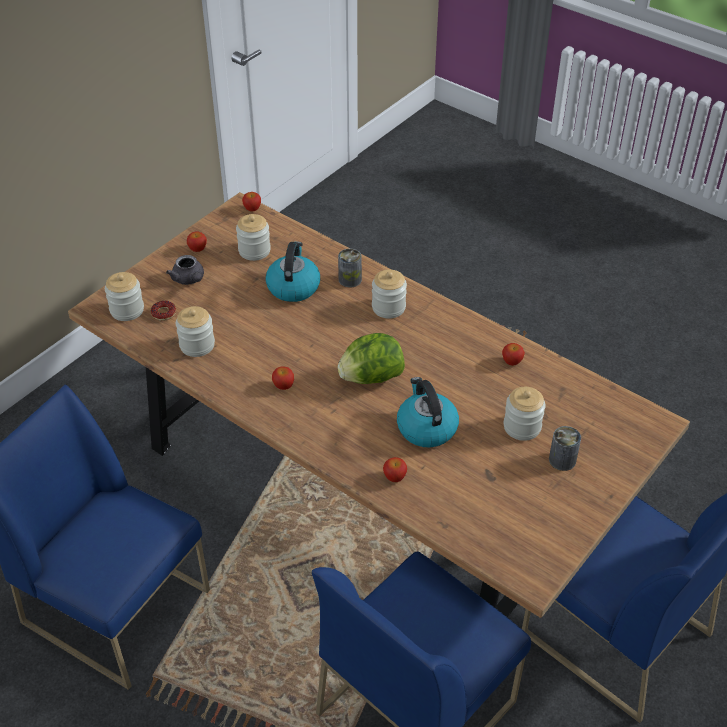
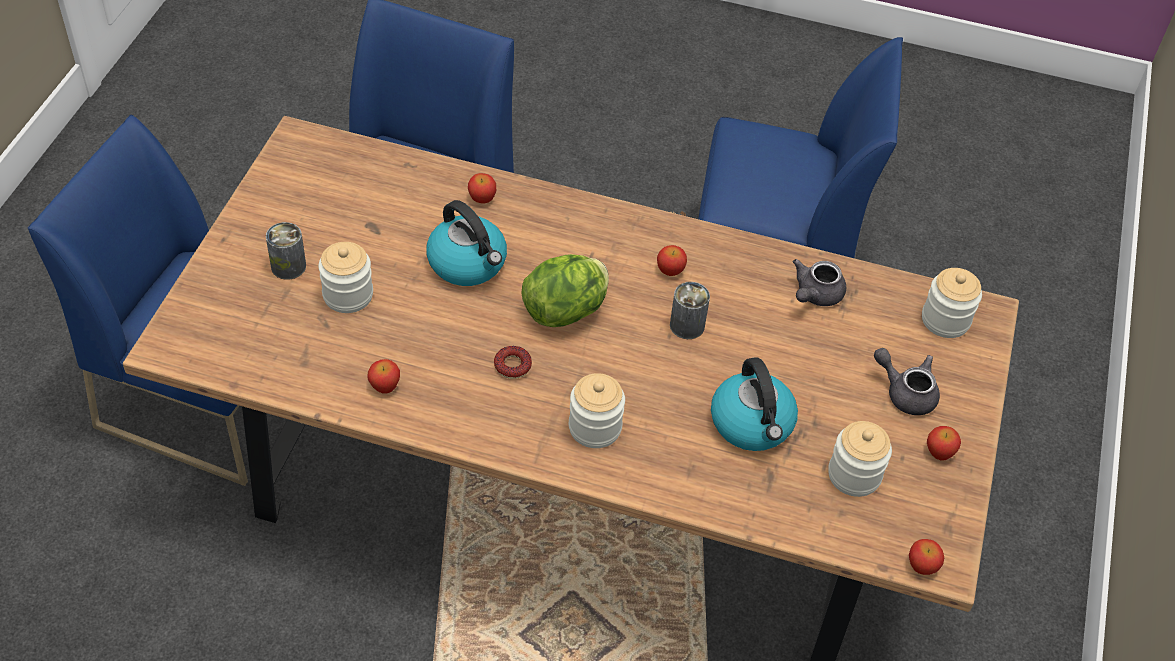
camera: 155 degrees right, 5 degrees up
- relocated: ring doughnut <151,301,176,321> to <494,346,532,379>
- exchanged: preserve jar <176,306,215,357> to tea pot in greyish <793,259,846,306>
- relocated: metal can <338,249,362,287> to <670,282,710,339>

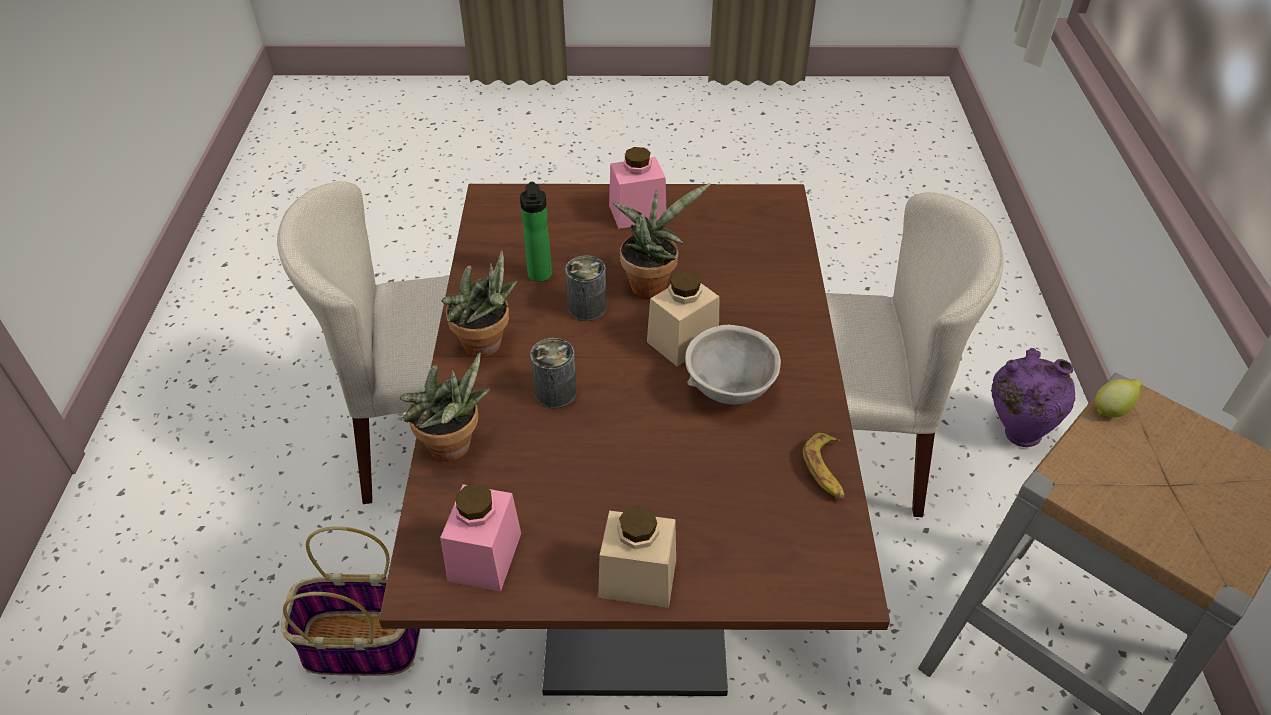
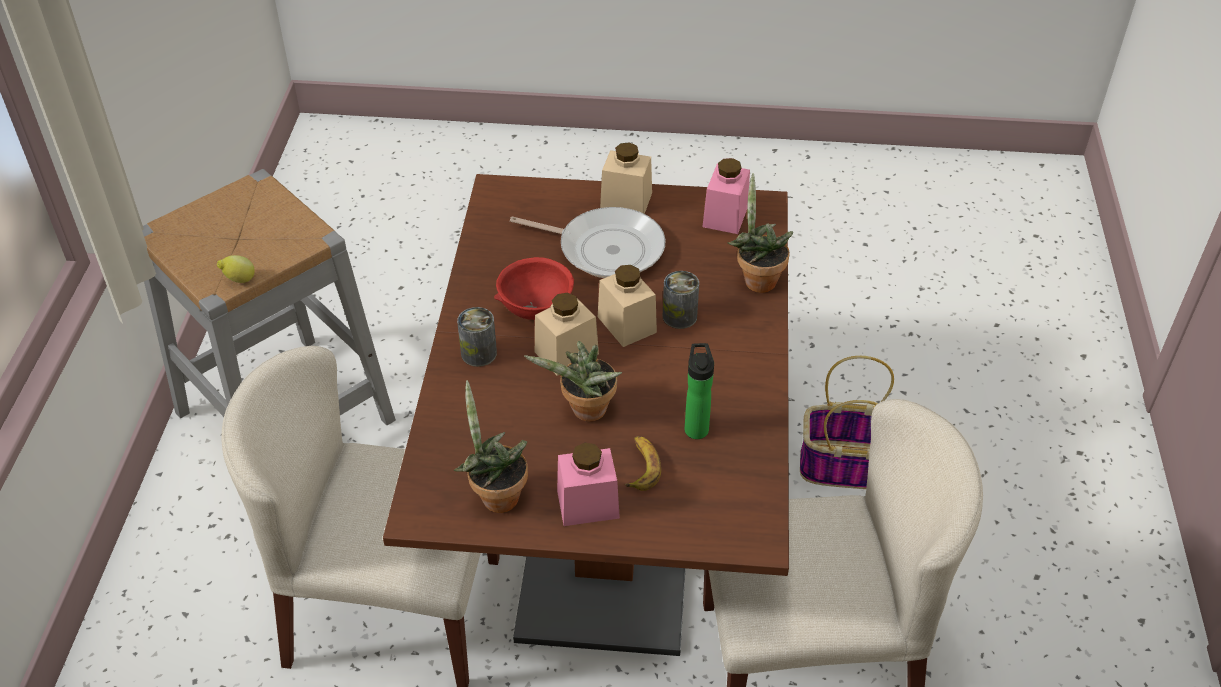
camera: 175 degrees left, 0 degrees up
- relocated: houseplant <441,250,517,358> to <454,380,528,513>
- relocated: metal can <565,256,607,321> to <457,307,497,367>
- colour: serving bowl in greyish <685,325,781,405> to serving bowl in red-coloured <494,257,574,320>
- relocated: banana fruit <803,433,845,499> to <625,436,661,491>
- missing: decorative vase in purple-coloured <991,348,1075,447>
- appeared: frying pan <510,207,665,278>
- appeared: preserve jar in beige <598,265,657,347>

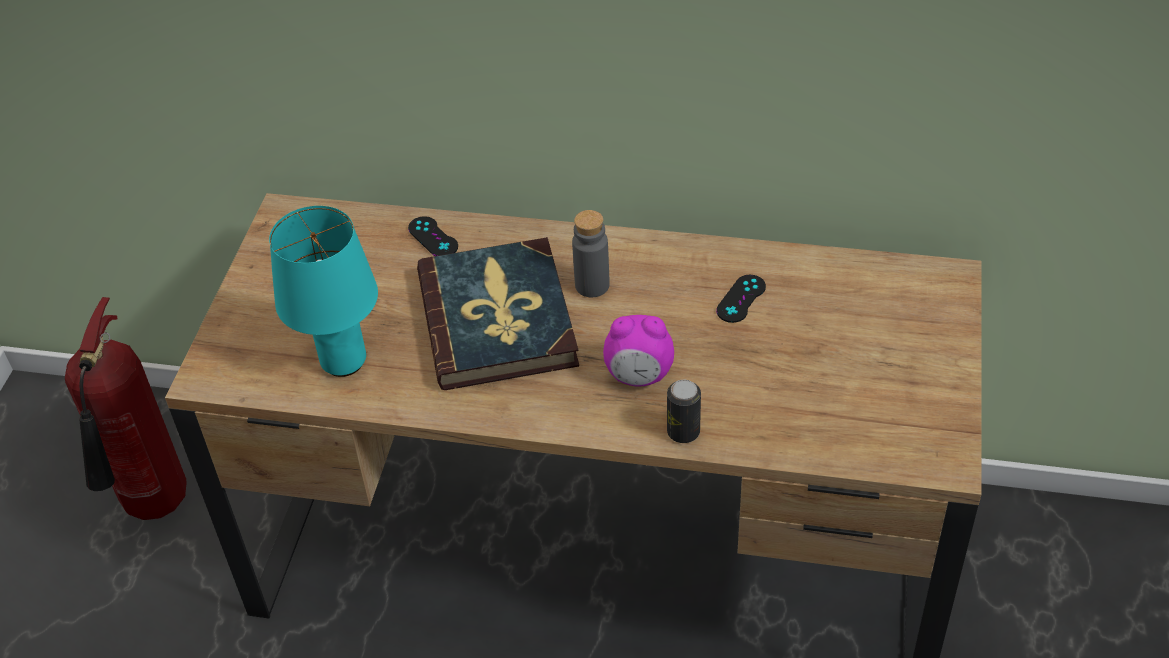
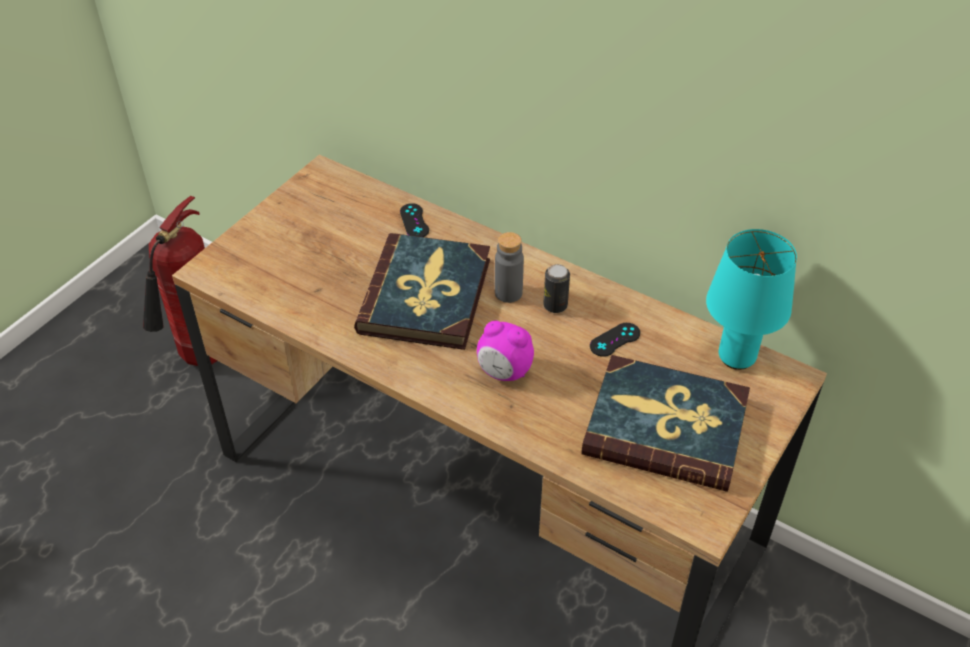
camera: 20 degrees right, 0 degrees up
- relocated: lamp for a table in turquoise-coloured <269,206,378,377> to <706,229,797,370>
- relocated: metal can <667,380,701,443> to <543,264,570,313>
- appeared: volume <581,355,750,492>

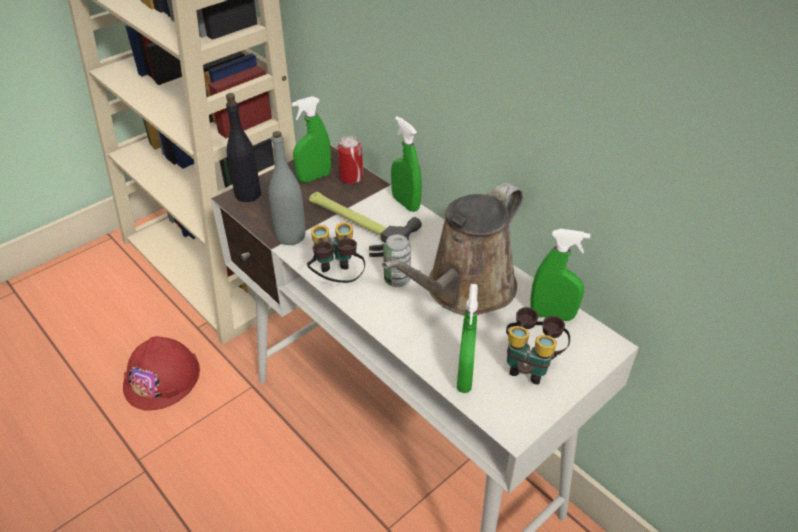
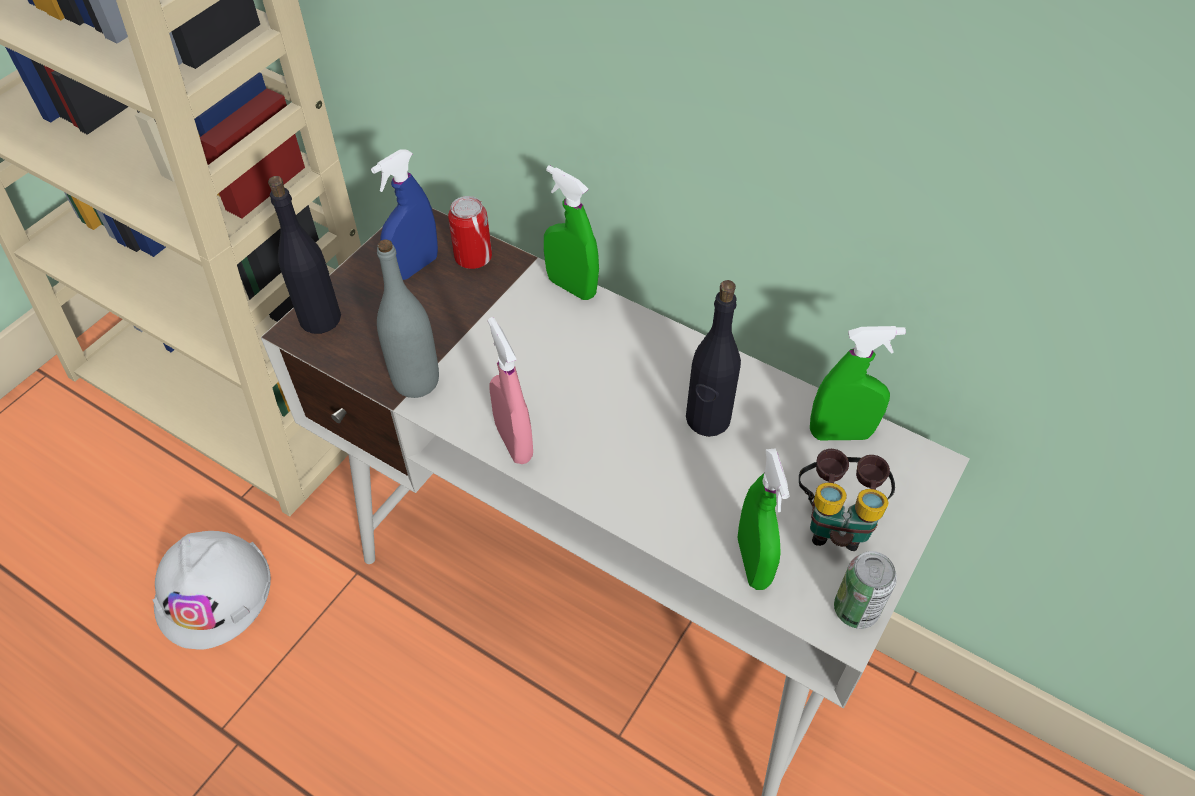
camera: 15 degrees left, 10 degrees up
- colour: hard hat in red-coloured <123,336,200,411> to hard hat in white-coloured <153,531,271,650>
- colour: hand sprayer in greenish <292,96,331,183> to hand sprayer in blue <371,149,438,280>
- exchanged: field glasses <307,222,365,283> to hand sprayer in pinkish <488,317,533,464>
- missing: hand hammer <309,192,422,257>
- exchanged: watering can in brown <382,183,523,315> to beverage bottle in black <686,280,741,437>
- relocated: metal can <383,235,411,287> to <834,551,897,629>

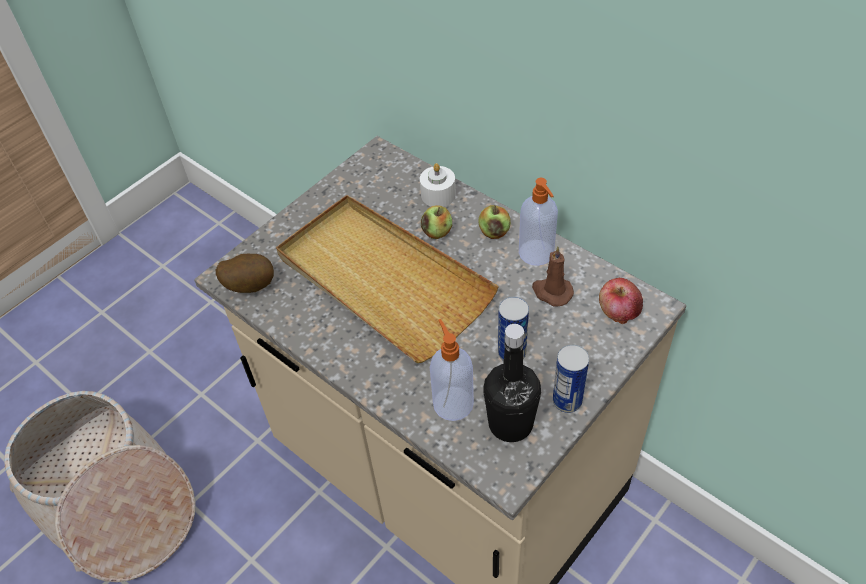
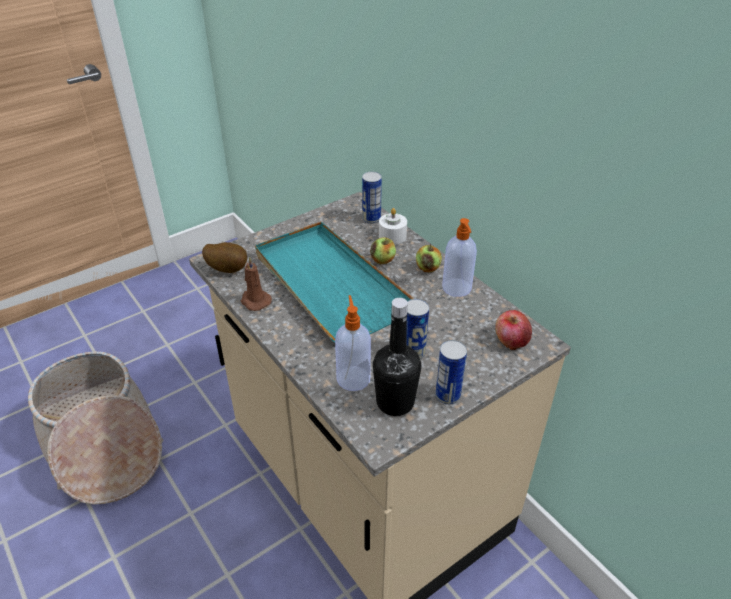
camera: 10 degrees right, 10 degrees down
- colour: carrying tray in beige <276,195,499,363> to carrying tray in turquoise-coloured <255,222,414,342>
- relocated: wax candle in brown <532,246,574,307> to <241,257,272,311>
- appeared: metal can <362,172,382,224>

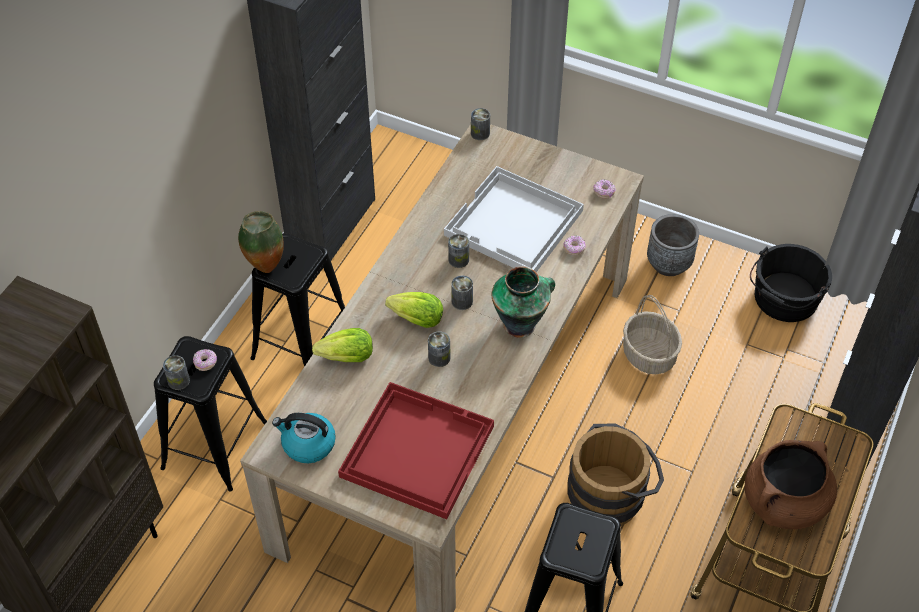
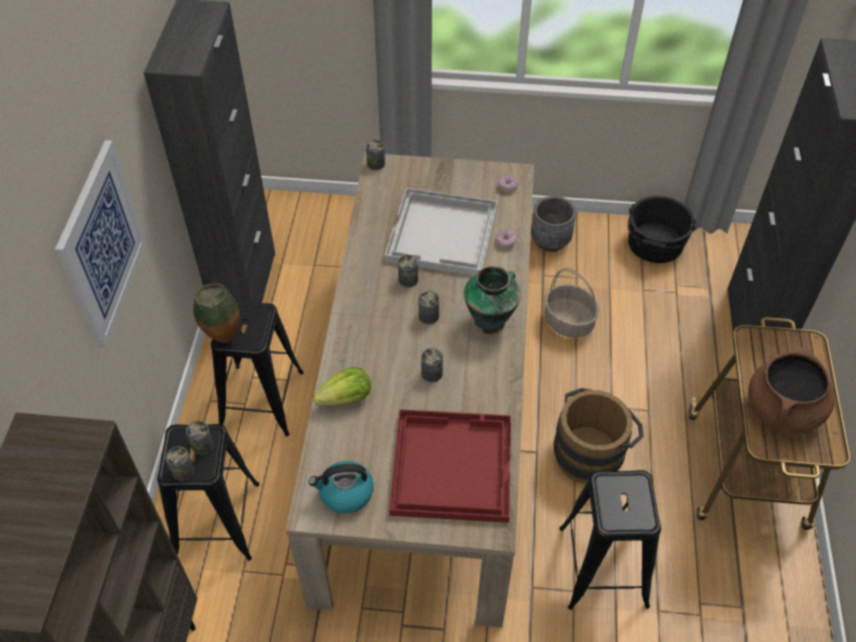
camera: 20 degrees left, 0 degrees up
- exchanged: ring doughnut <193,349,217,371> to metal can <186,421,214,455>
- missing: head of lettuce <385,292,443,328>
- appeared: picture <55,140,146,348>

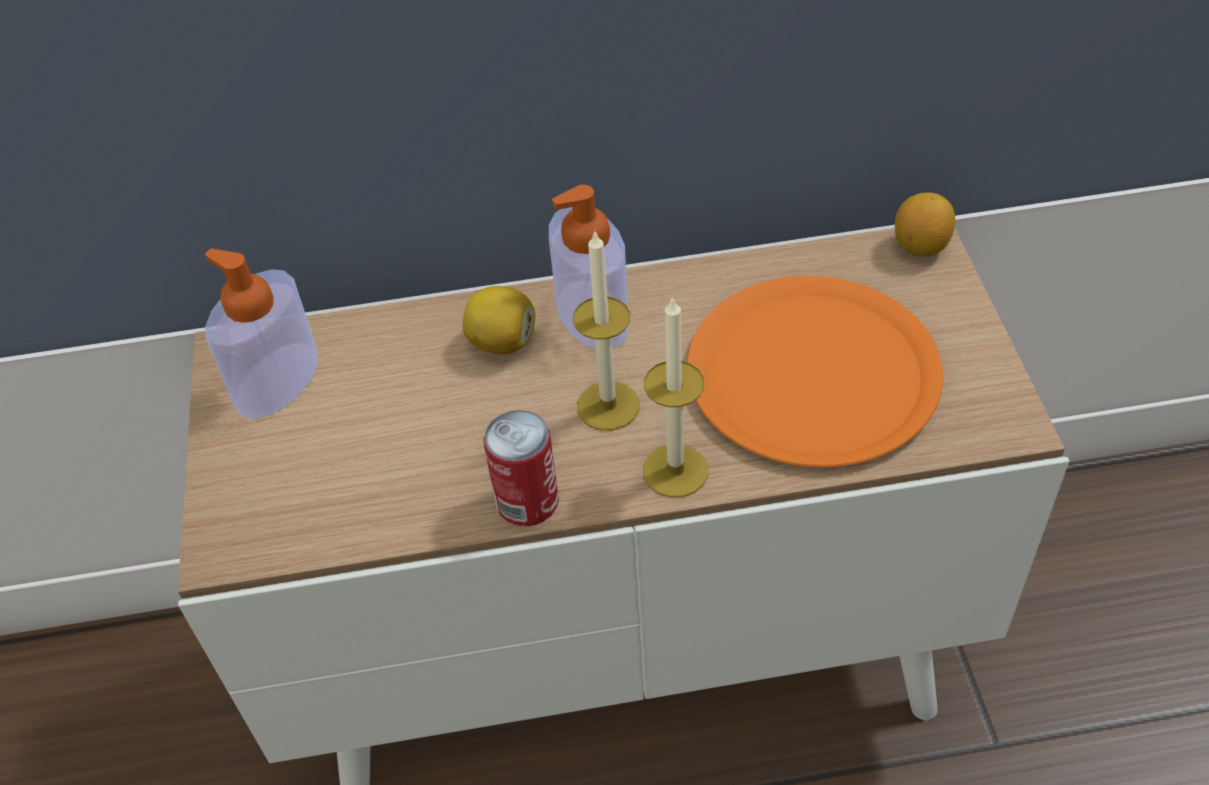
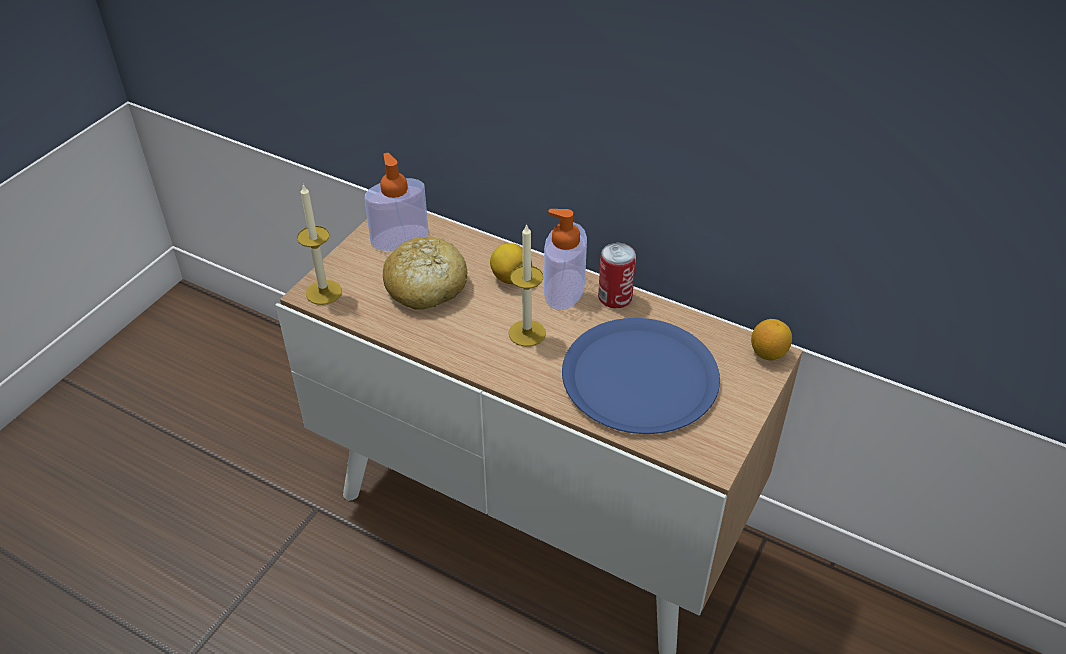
camera: 35 degrees right, 5 degrees down
- relocated: metal can <483,410,559,526> to <598,243,636,308>
- relocated: wax candle <643,296,708,497> to <297,184,342,305>
- colour: dinner plate in orangey <687,276,943,467> to dinner plate in blue <562,318,720,434>
- appeared: bakery bread <383,237,467,310>

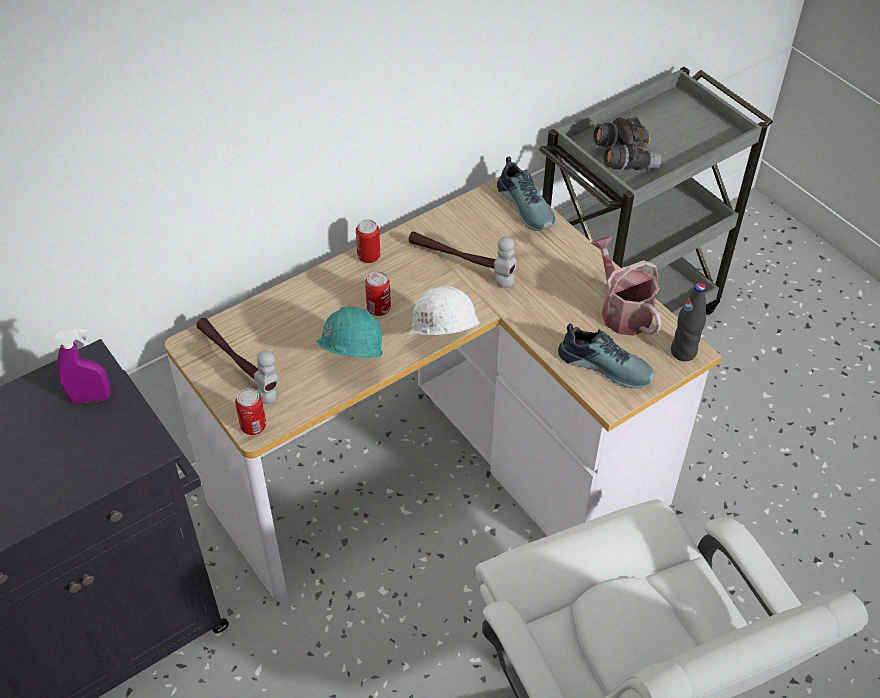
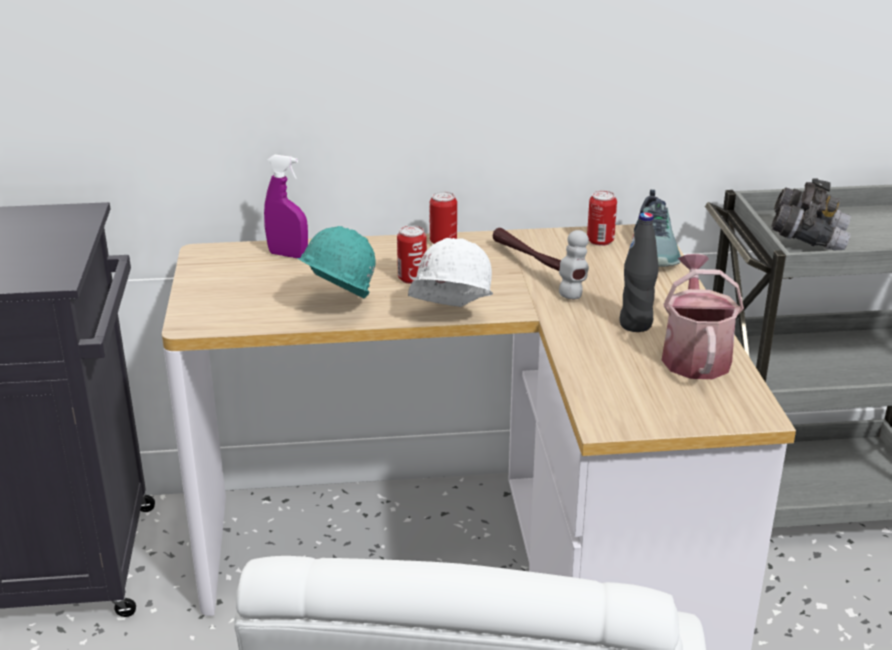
camera: 30 degrees right, 20 degrees down
- relocated: hand sprayer in purple-coloured <53,328,111,404> to <264,154,308,258>
- missing: hand hammer <196,318,279,404>
- relocated: metal can <235,388,266,435> to <587,191,617,246>
- missing: shoe <558,323,655,389>
- relocated: beverage bottle in black <671,283,706,361> to <619,212,659,332>

